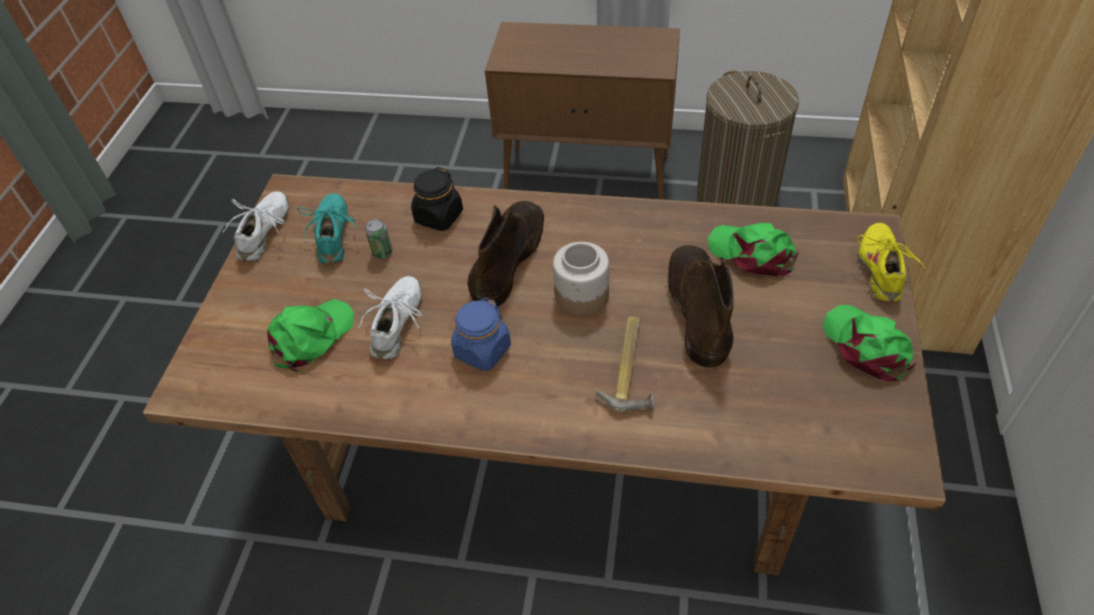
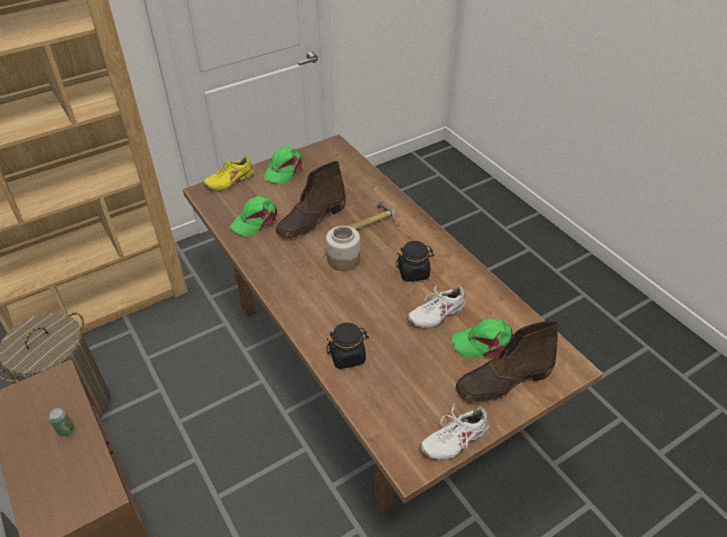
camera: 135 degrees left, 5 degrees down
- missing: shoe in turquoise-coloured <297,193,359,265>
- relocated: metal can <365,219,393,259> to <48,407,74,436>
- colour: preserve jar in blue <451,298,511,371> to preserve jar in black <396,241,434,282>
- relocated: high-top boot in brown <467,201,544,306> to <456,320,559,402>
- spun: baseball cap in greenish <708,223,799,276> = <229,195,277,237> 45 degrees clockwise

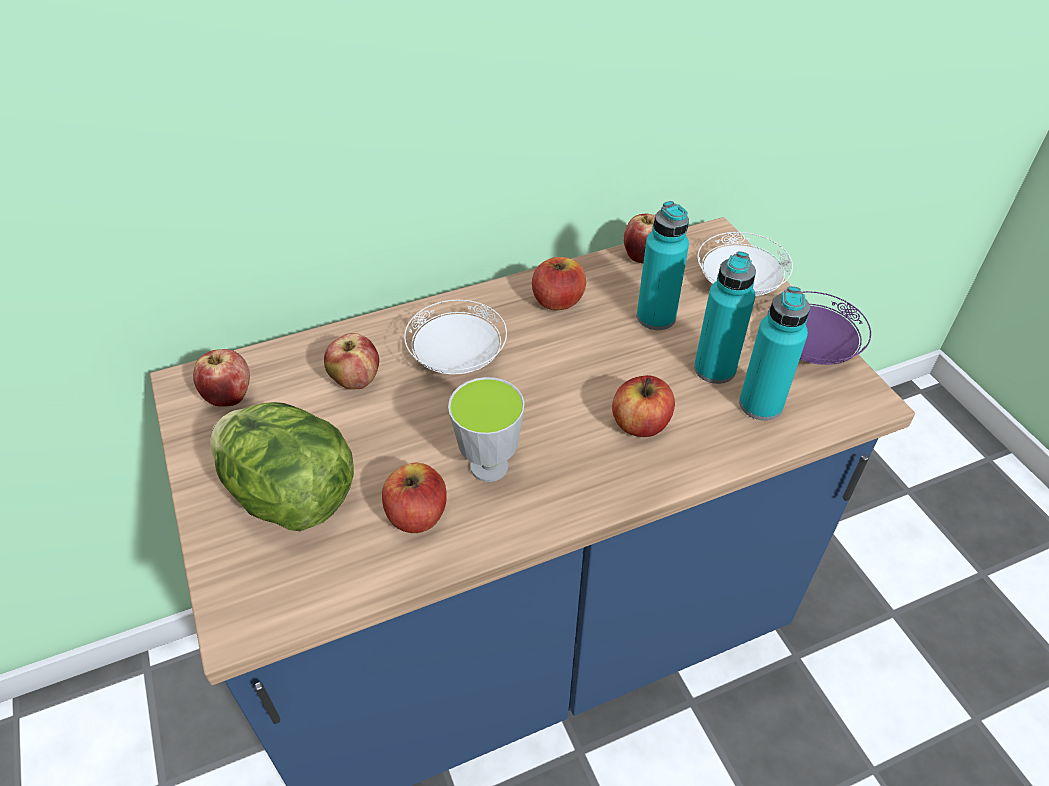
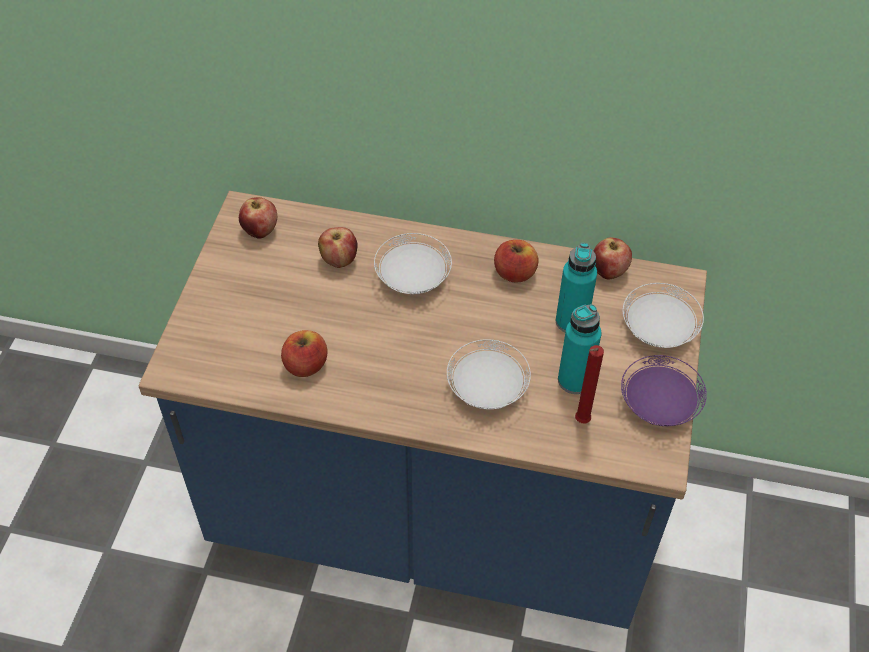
camera: 35 degrees right, 5 degrees up
- missing: head of lettuce <210,402,354,531>
- missing: small cup <448,377,525,482>
- exchanged: apple fruit <612,375,675,437> to dinner plate in white-coloured <447,339,531,409>
- exchanged: beverage bottle in turquoise-coloured <739,286,810,421> to wax candle in red-coloured <575,345,604,423>

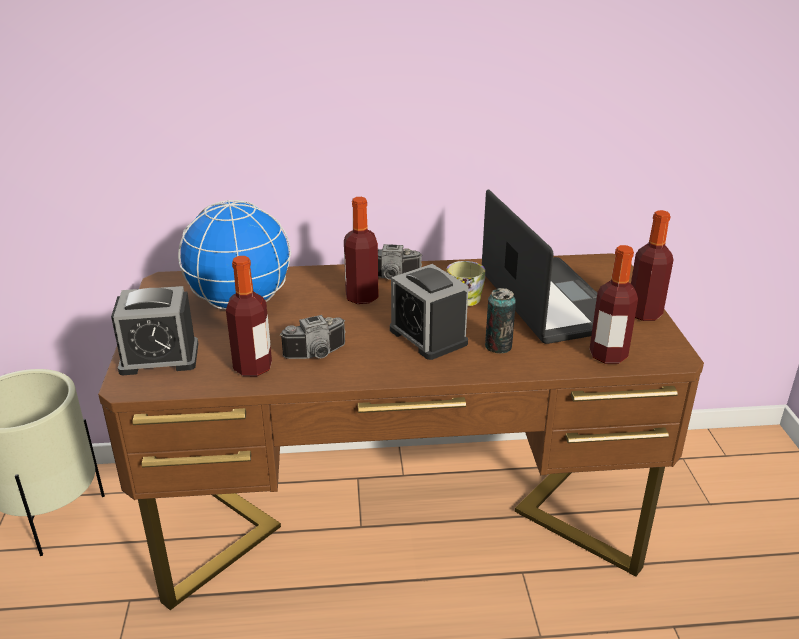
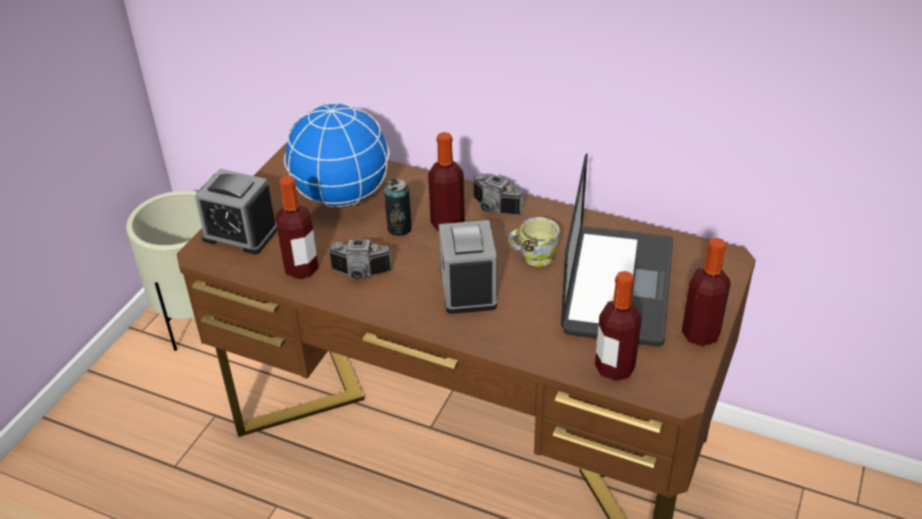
camera: 30 degrees right, 10 degrees up
- relocated: metal can <485,288,516,354> to <384,179,412,236>

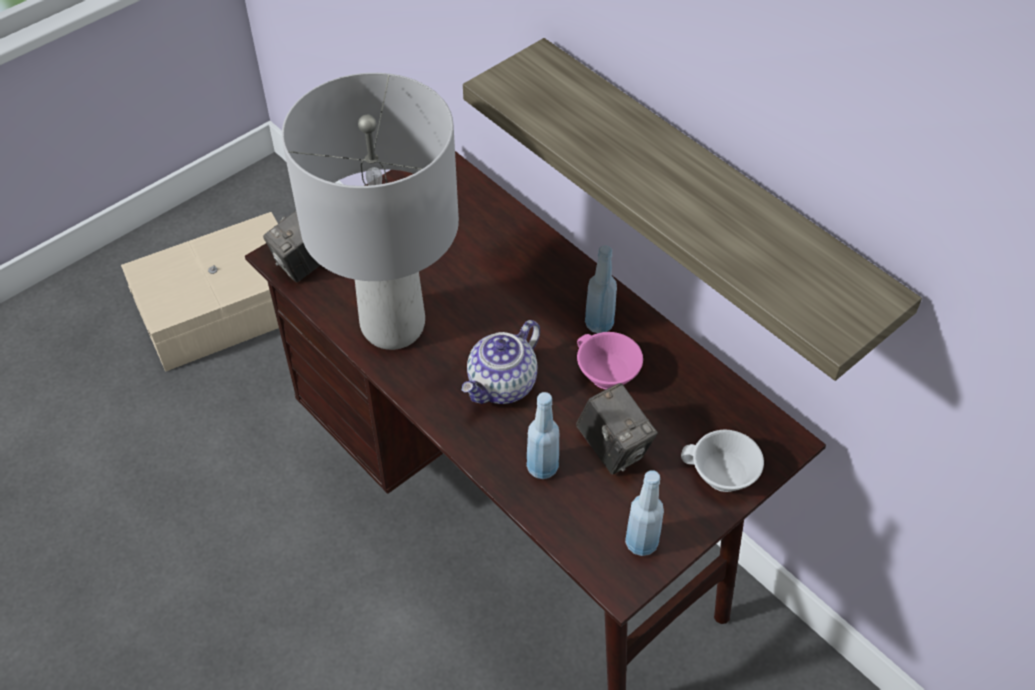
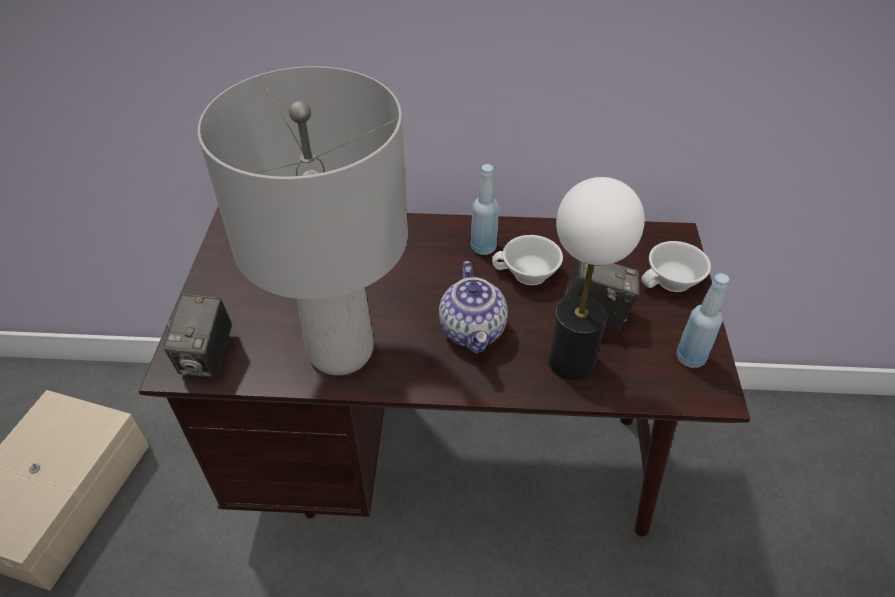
camera: 45 degrees left, 5 degrees down
- missing: shelf <463,38,922,381>
- exchanged: beverage bottle in blue <527,392,560,479> to lamp for a table <548,177,645,381>
- colour: small cup in pinkish <577,332,643,389> to small cup in white-coloured <492,235,563,285>

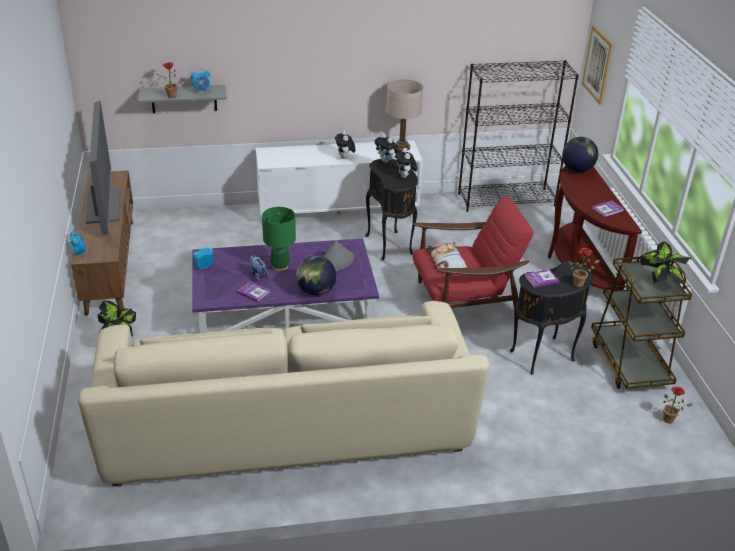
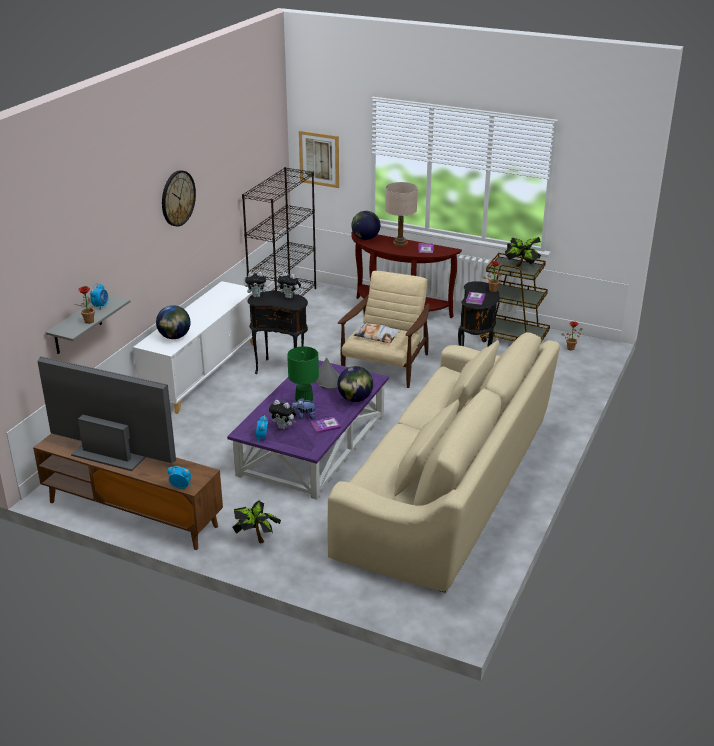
camera: 55 degrees left, 5 degrees down
- relocated: cuddly toy <335,130,355,159> to <269,400,296,429>
- relocated: lamp for a table in beige <386,79,423,151> to <385,182,418,247>
- colour: armchair in red-coloured <413,197,534,320> to armchair in beige <338,271,430,388>
- appeared: globe <156,305,190,339>
- appeared: wall clock <162,170,196,227>

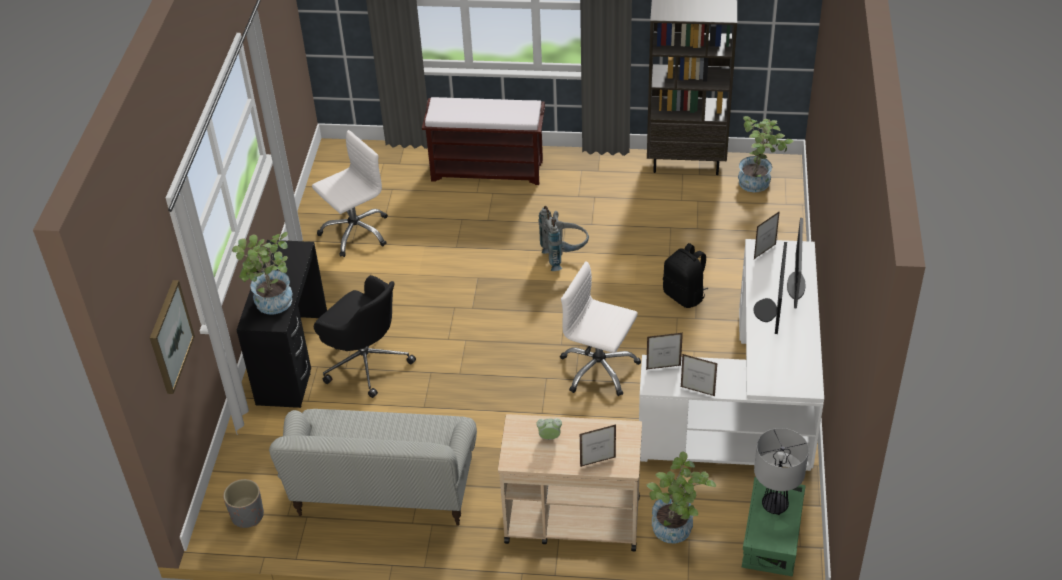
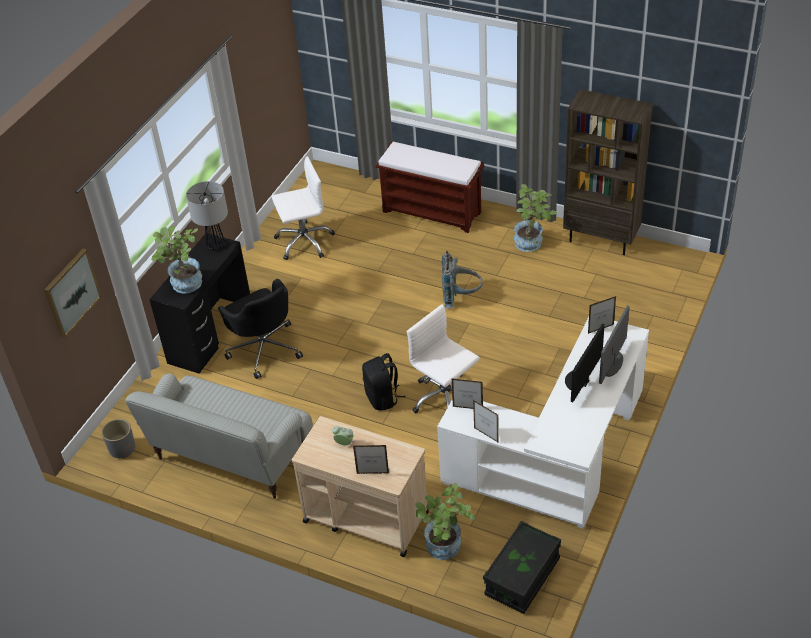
camera: 20 degrees right, 0 degrees up
- relocated: backpack in black <663,243,708,308> to <362,353,405,410>
- relocated: houseplant <738,116,793,192> to <514,184,557,252>
- colour: storage container in greenish <742,477,806,576> to storage container in black <483,521,561,614>
- relocated: lamp for a table <754,428,809,515> to <186,181,228,251>

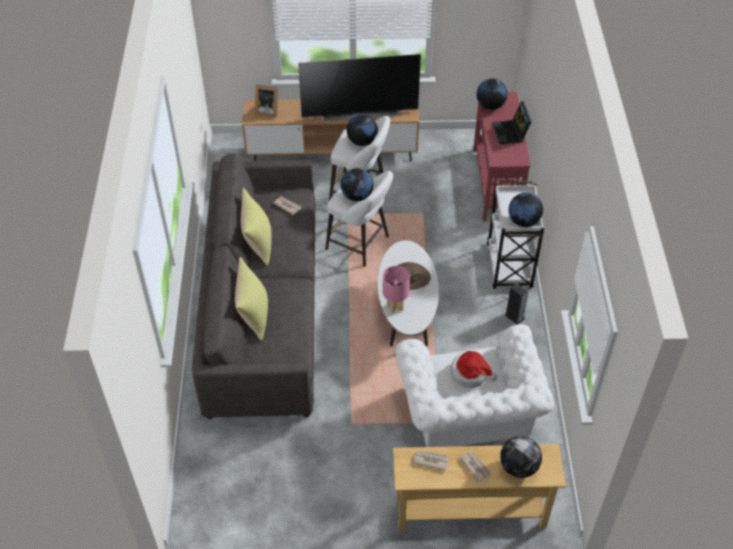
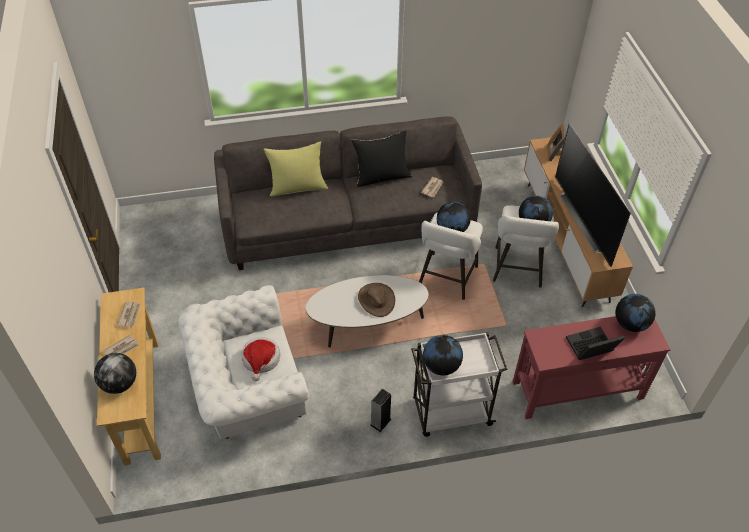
camera: 80 degrees right, 0 degrees up
- colour: pillow in yellowish <241,188,272,265> to pillow in black <351,130,412,187>
- missing: lamp for a table in pinkish <382,266,410,314>

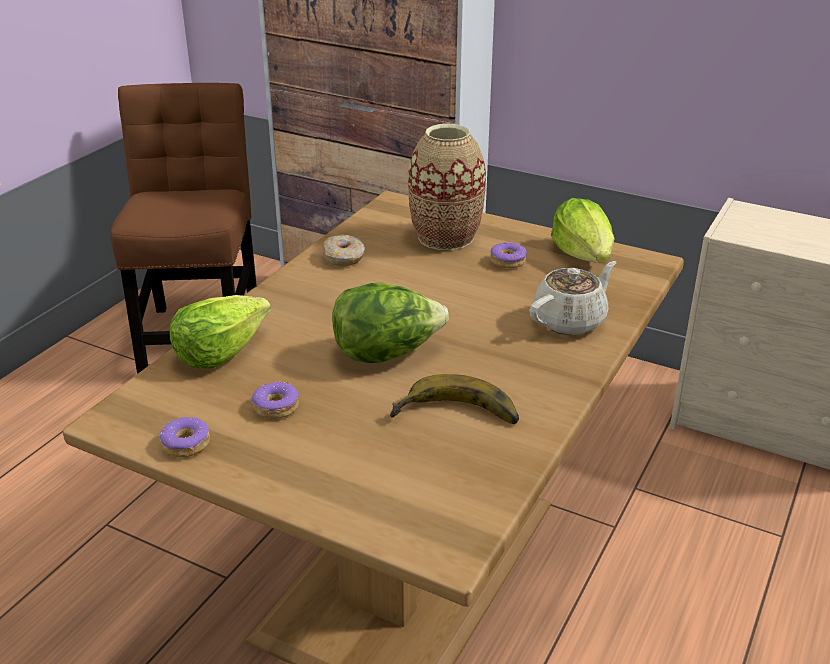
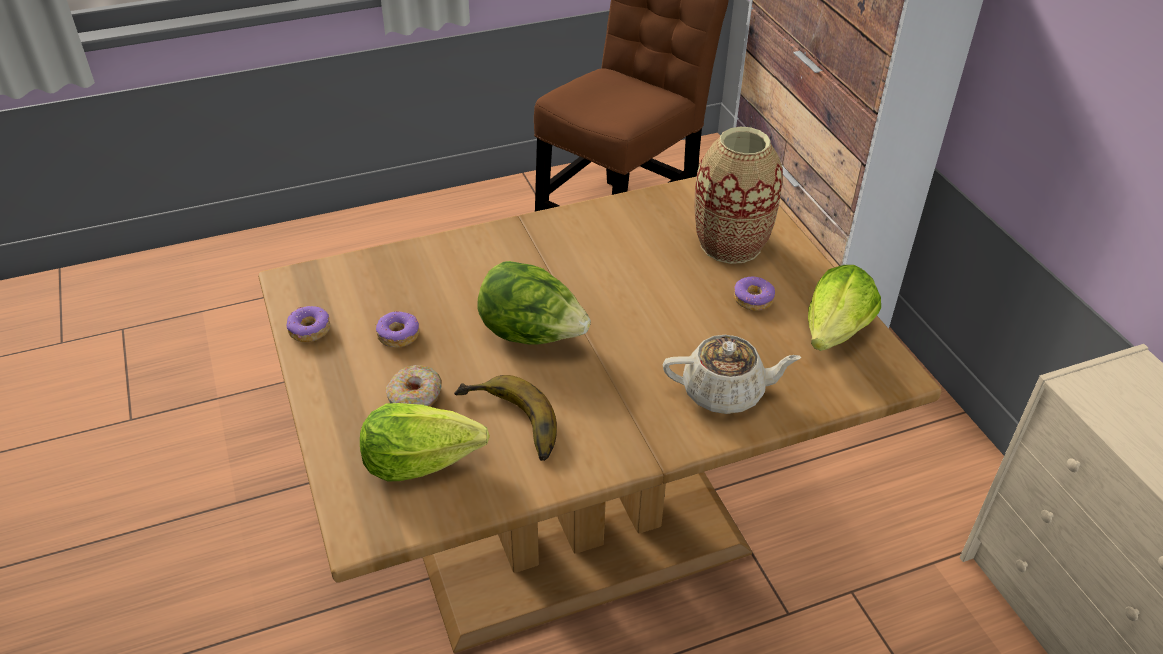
camera: 40 degrees right, 10 degrees up
- relocated: head of lettuce <170,295,271,369> to <360,403,490,481>
- relocated: ring doughnut <322,235,365,266> to <386,365,442,407>

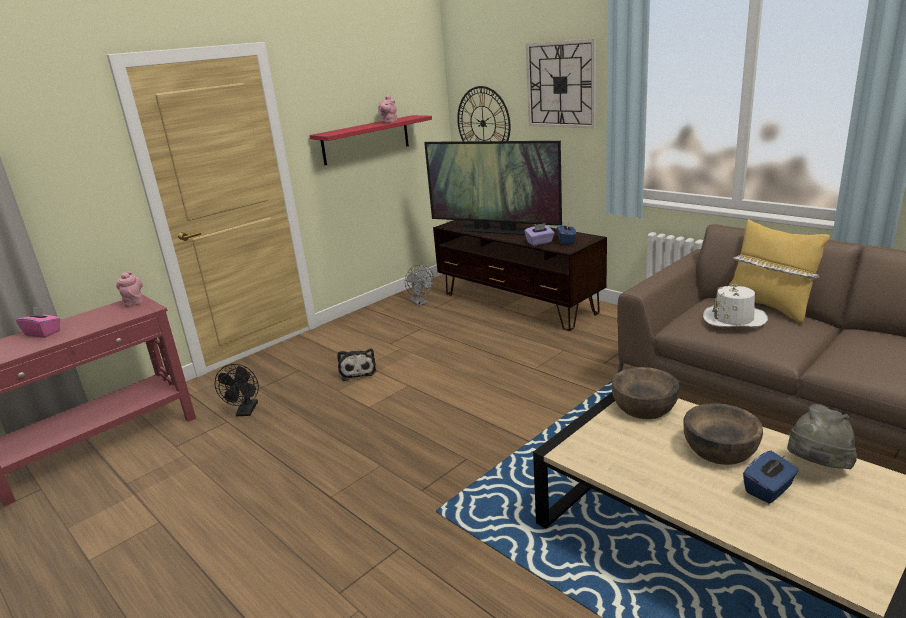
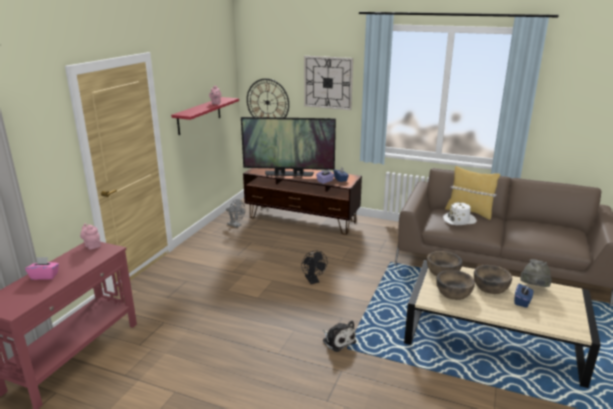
camera: 25 degrees left, 0 degrees up
- relocated: electric fan in black <215,364,259,416> to <302,250,328,284>
- relocated: cuddly toy <337,348,376,381> to <322,320,356,352>
- appeared: serving bowl in brown <436,270,475,300>

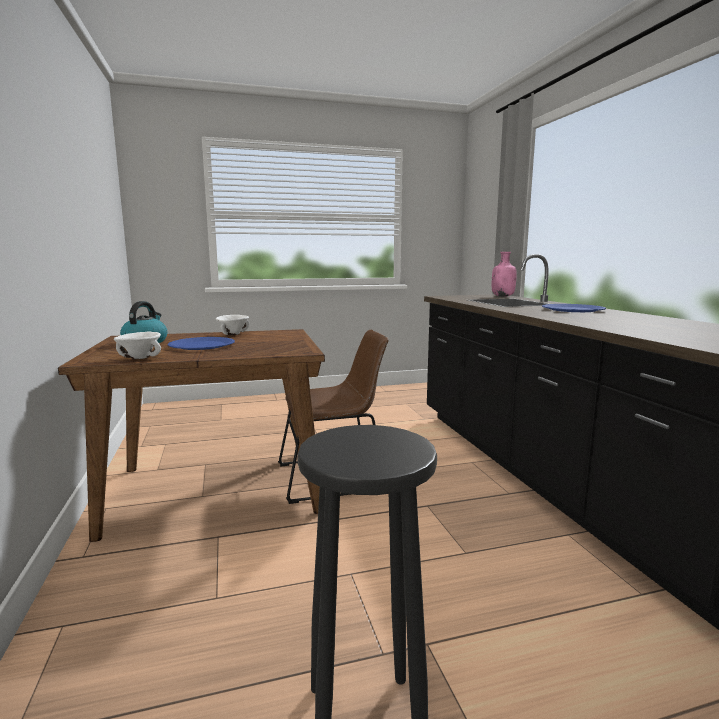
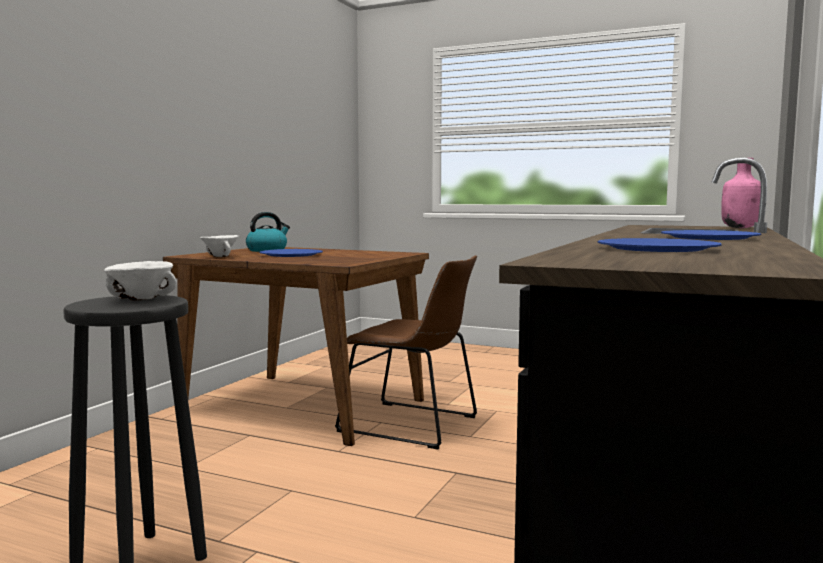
camera: 40 degrees right, 5 degrees down
- relocated: serving bowl in white-coloured <216,315,249,336> to <104,261,177,301>
- appeared: dinner plate in blue <598,238,722,252>

